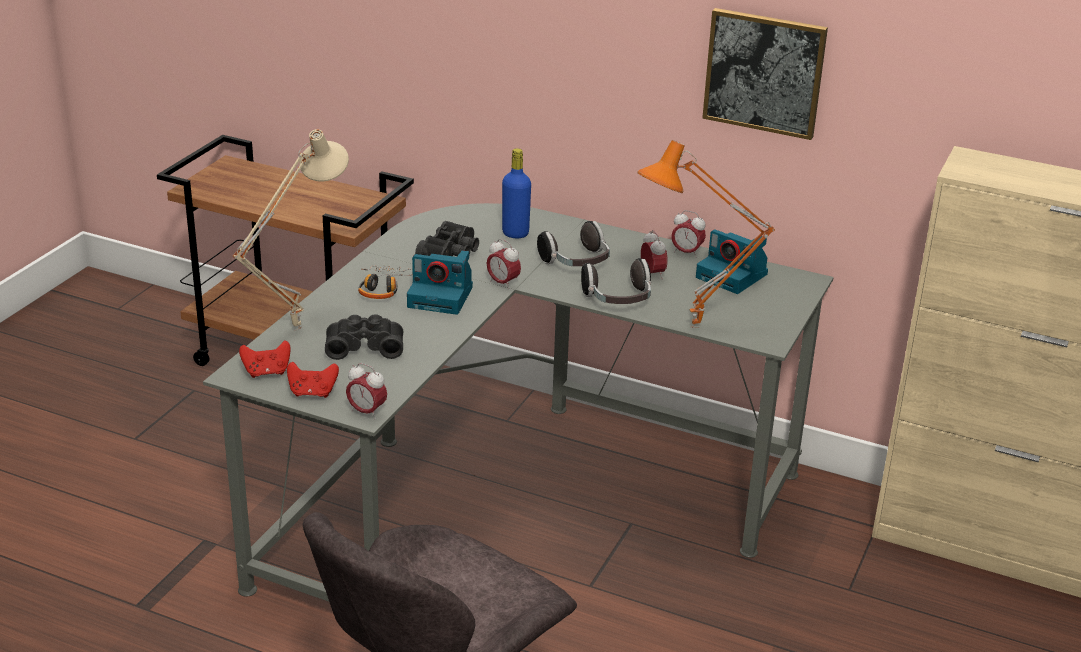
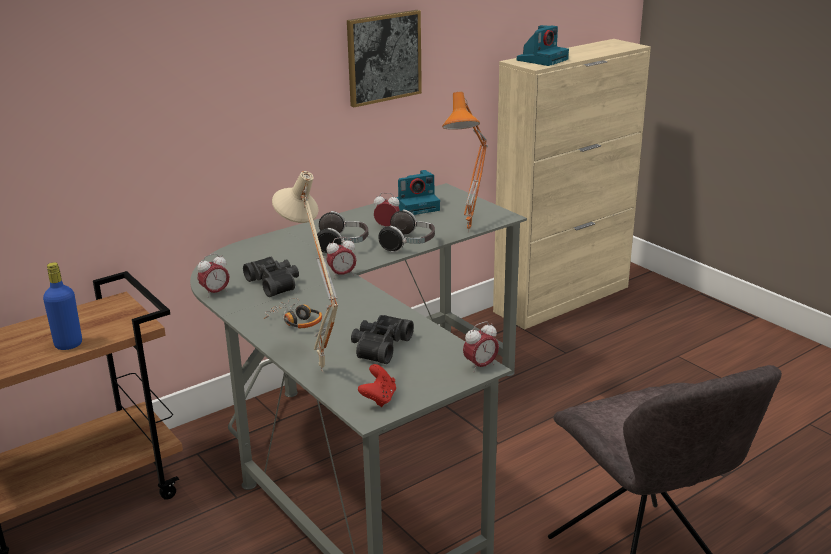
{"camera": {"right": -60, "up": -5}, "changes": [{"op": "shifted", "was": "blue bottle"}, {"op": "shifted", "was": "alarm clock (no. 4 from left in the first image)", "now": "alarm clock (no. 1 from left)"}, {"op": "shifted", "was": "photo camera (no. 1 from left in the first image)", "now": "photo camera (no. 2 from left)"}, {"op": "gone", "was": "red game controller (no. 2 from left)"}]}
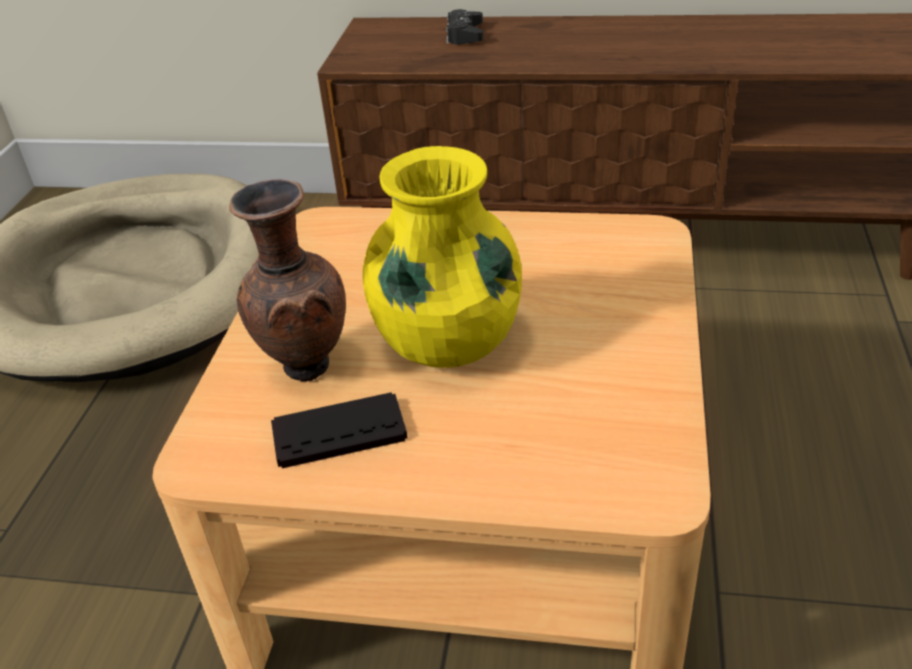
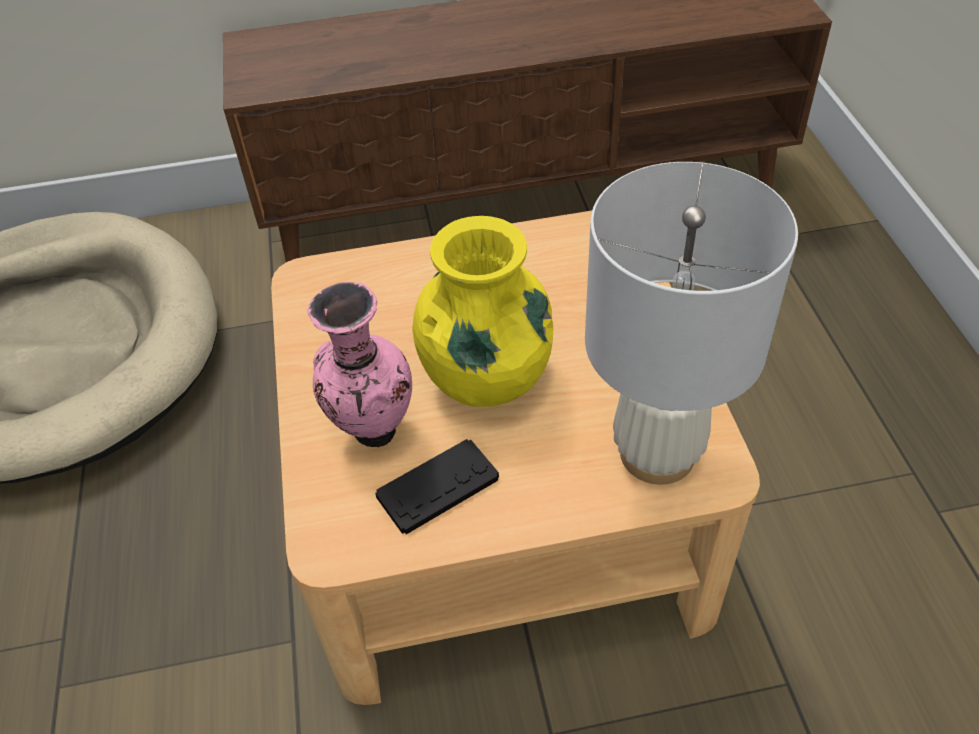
{"camera": {"right": -20, "up": 10}, "changes": [{"op": "repainted", "was": "brown vase", "now": "pink vase"}, {"op": "new", "now": "white table lamp"}, {"op": "gone", "was": "black game controller (no. 2 from left)"}]}
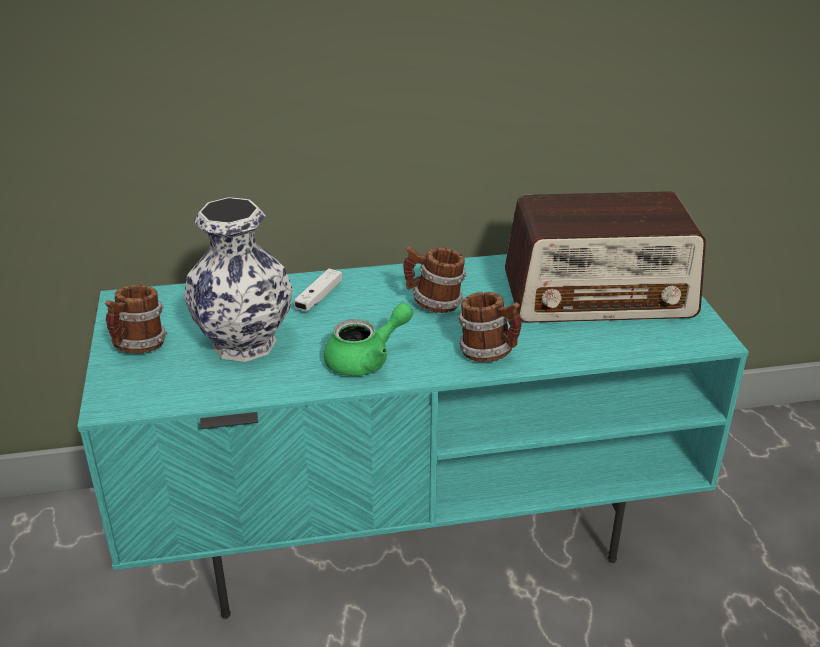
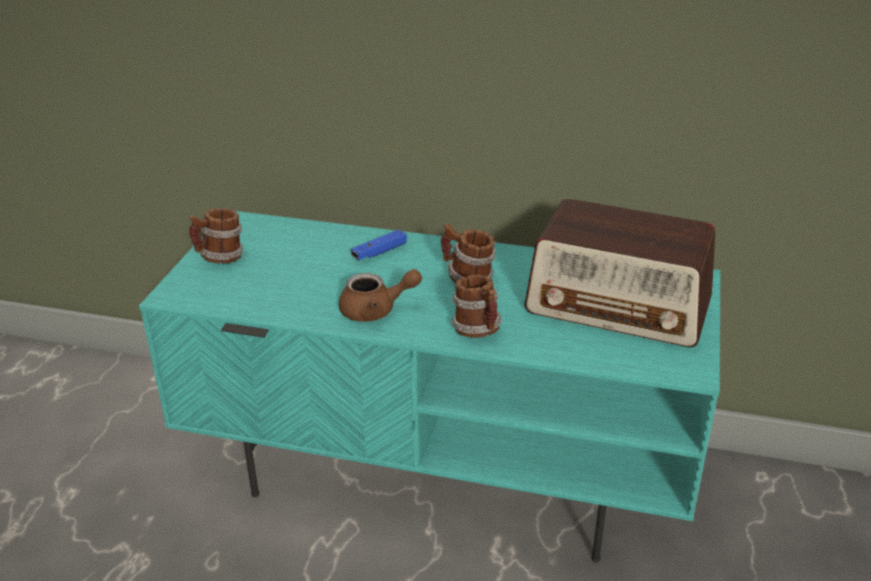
{"camera": {"right": 25, "up": 0}, "changes": [{"op": "repainted", "was": "green teapot", "now": "brown teapot"}, {"op": "repainted", "was": "white game controller", "now": "blue game controller"}, {"op": "gone", "was": "vase"}]}
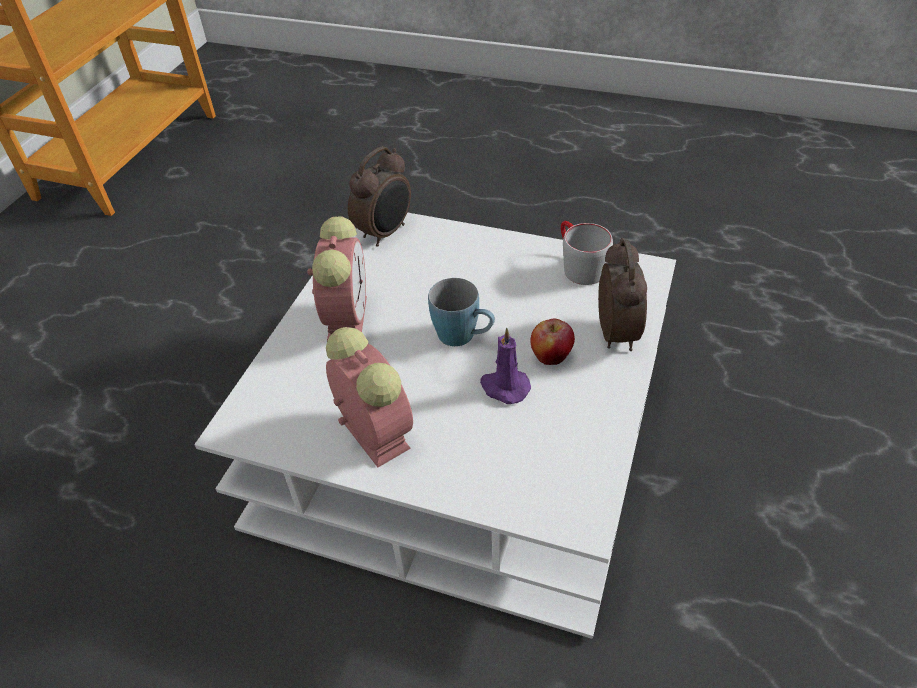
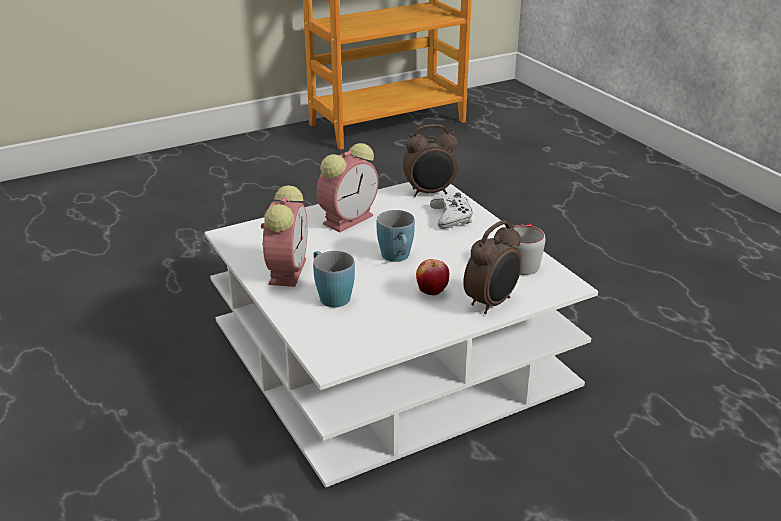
{"camera": {"right": 40, "up": -15}, "changes": [{"op": "new", "now": "blue mug (no. 1 from left)"}, {"op": "new", "now": "white game controller"}, {"op": "gone", "was": "purple candle"}]}
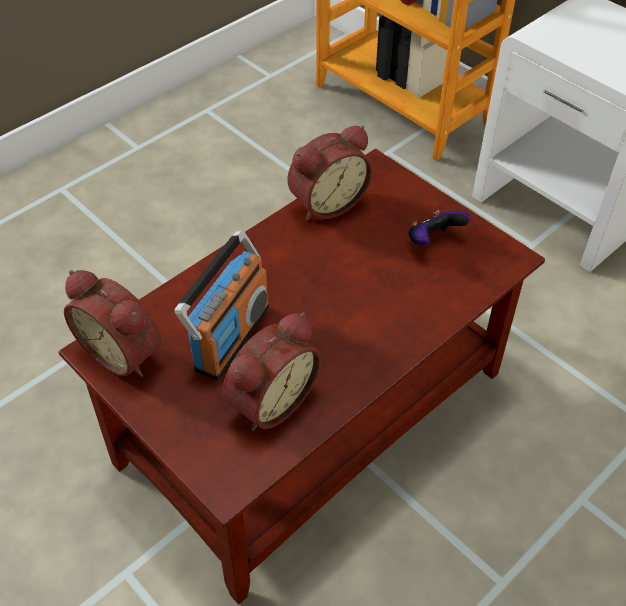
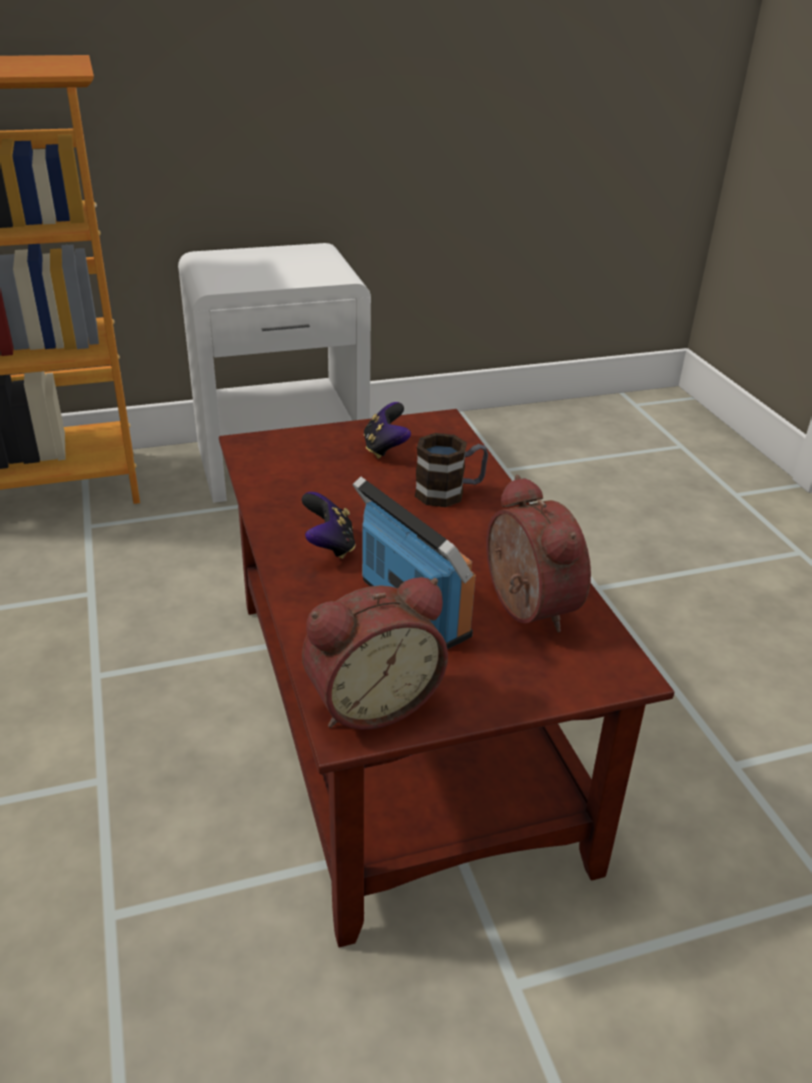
{"camera": {"right": -65, "up": -15}, "changes": [{"op": "new", "now": "game controller (no. 1 from left)"}, {"op": "new", "now": "mug"}, {"op": "gone", "was": "alarm clock (no. 3 from left)"}]}
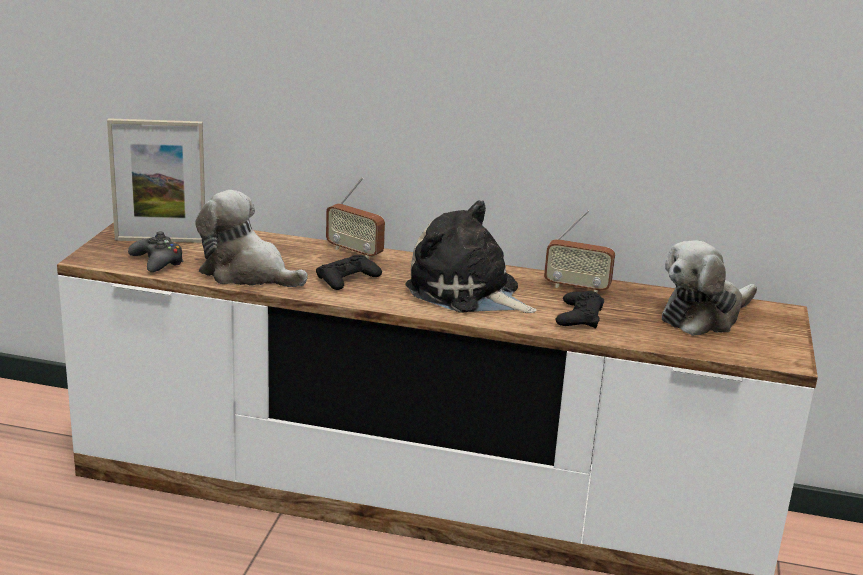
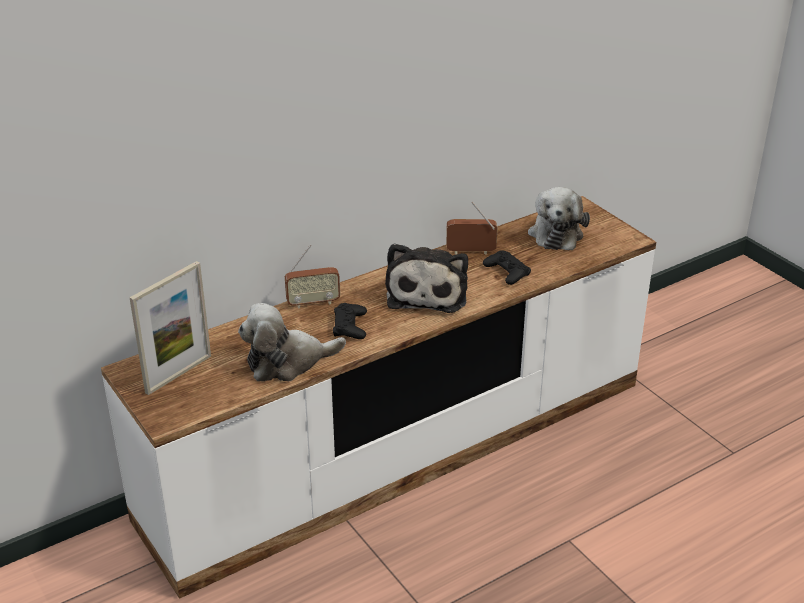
{"camera": {"right": -45, "up": 10}, "changes": [{"op": "rotated", "was": "plush toy (no. 2 from left)", "clockwise": -75}, {"op": "rotated", "was": "radio (no. 2 from left)", "clockwise": -150}, {"op": "gone", "was": "black game controller (no. 1 from left)"}]}
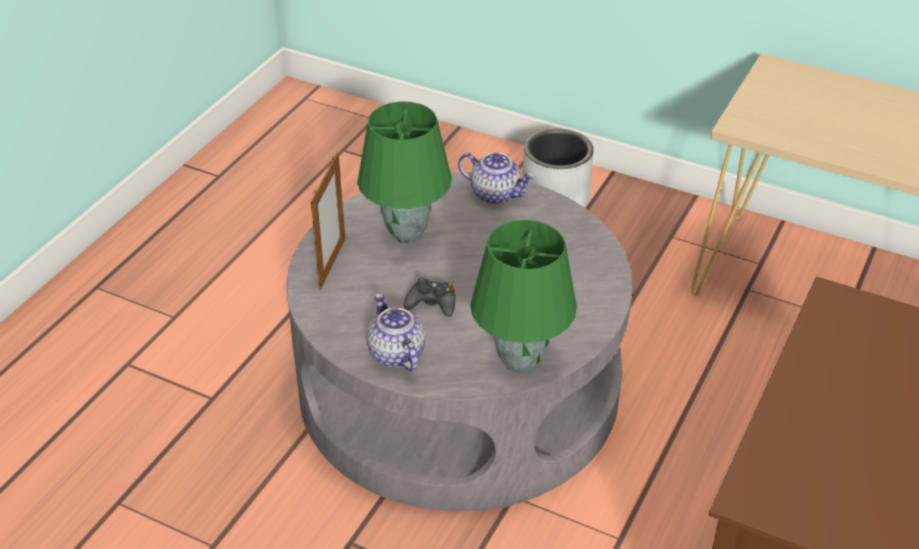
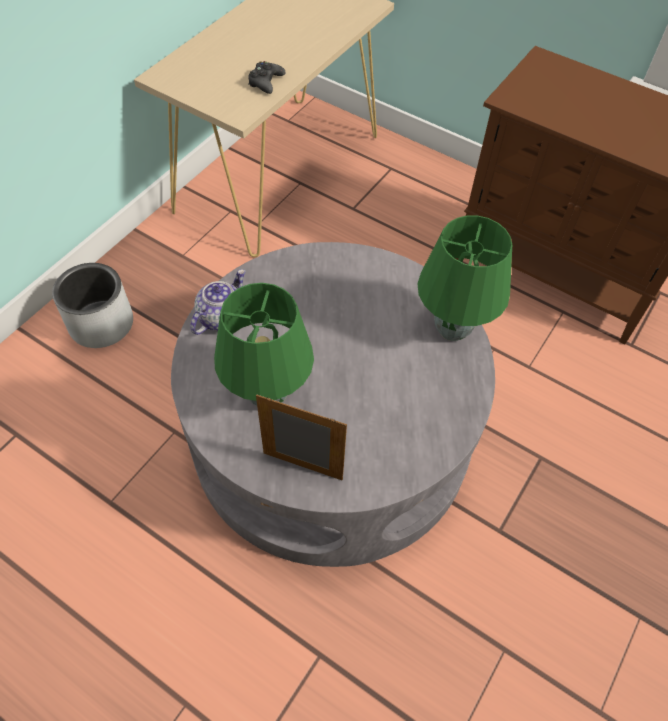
{"camera": {"right": -85, "up": 15}, "changes": [{"op": "shifted", "was": "black game controller"}, {"op": "gone", "was": "teapot (no. 1 from left)"}]}
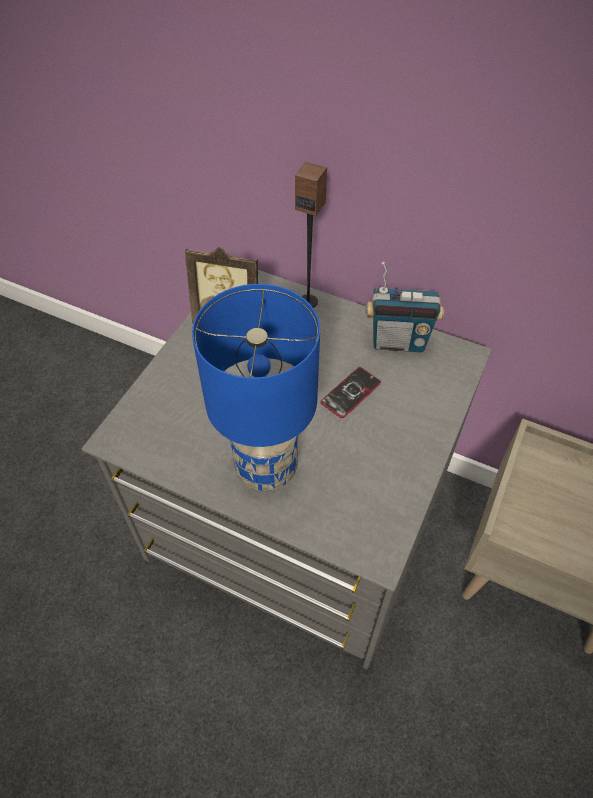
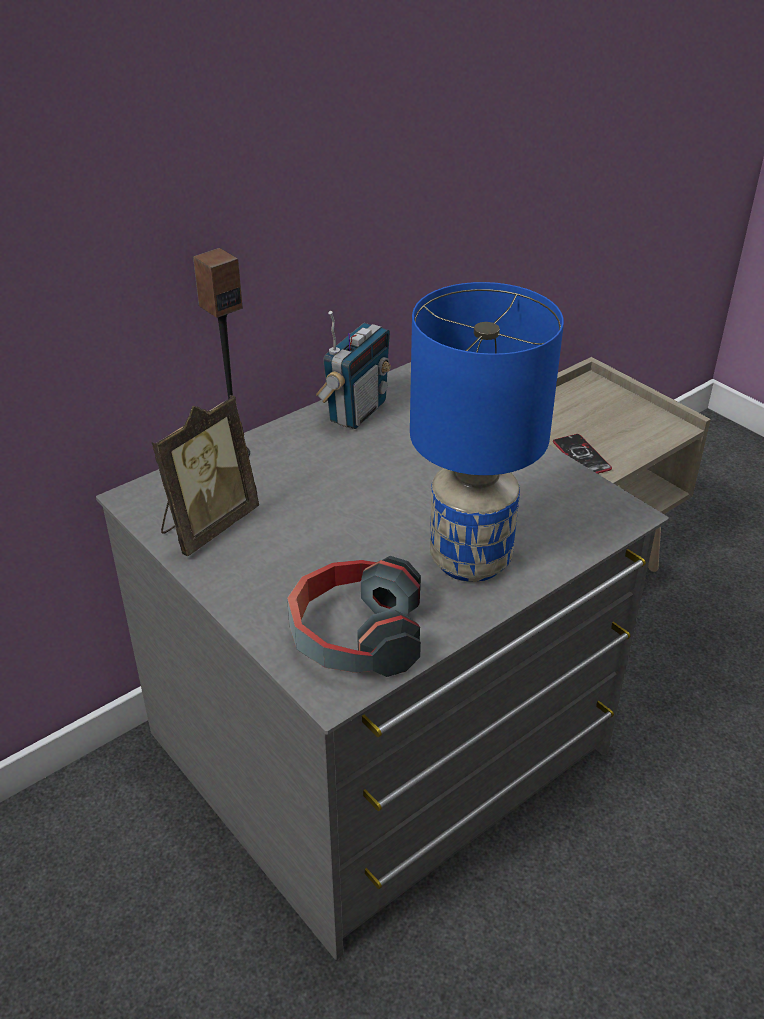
{"camera": {"right": -65, "up": -15}, "changes": [{"op": "new", "now": "headphones"}, {"op": "shifted", "was": "phone"}]}
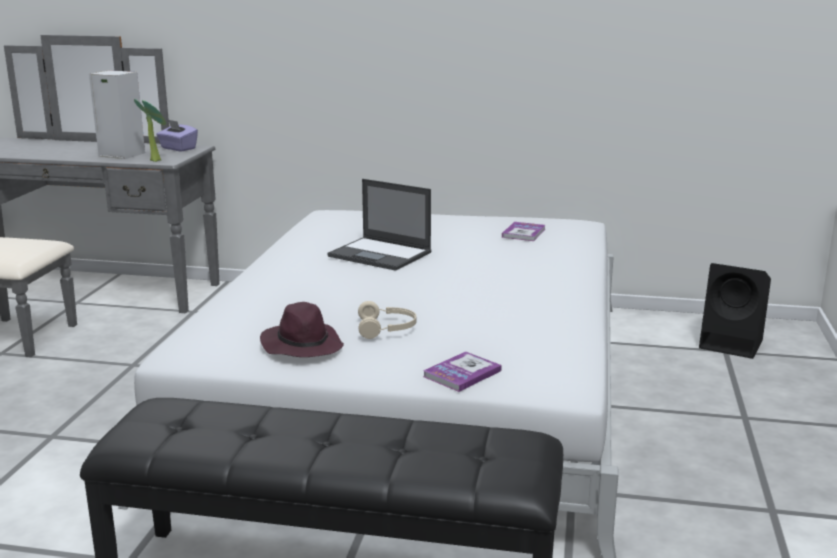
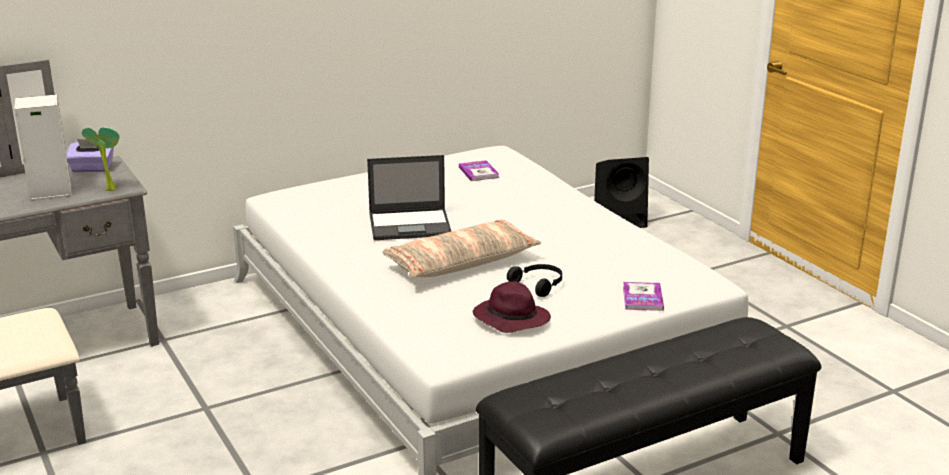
{"camera": {"right": -40, "up": 5}, "changes": [{"op": "new", "now": "pillow"}, {"op": "repainted", "was": "beige headphones", "now": "black headphones"}]}
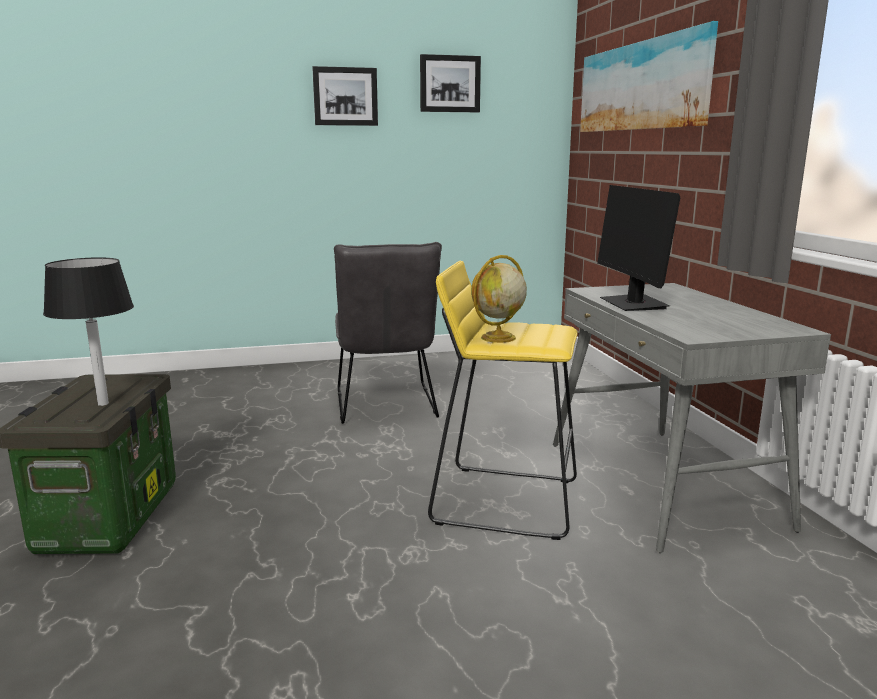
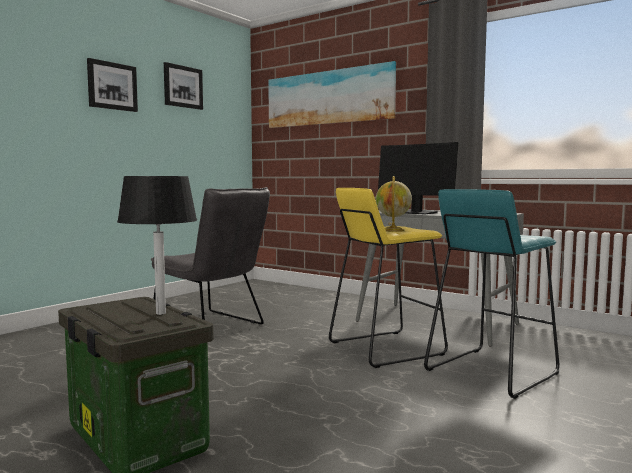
{"camera": {"right": -40, "up": -10}, "changes": [{"op": "new", "now": "turquoise stool"}]}
